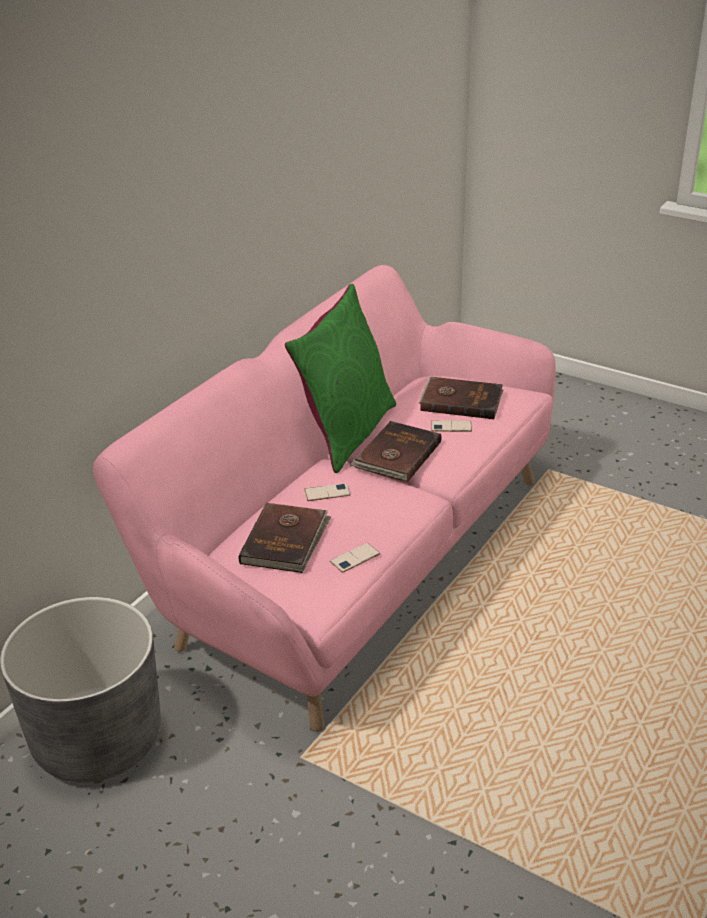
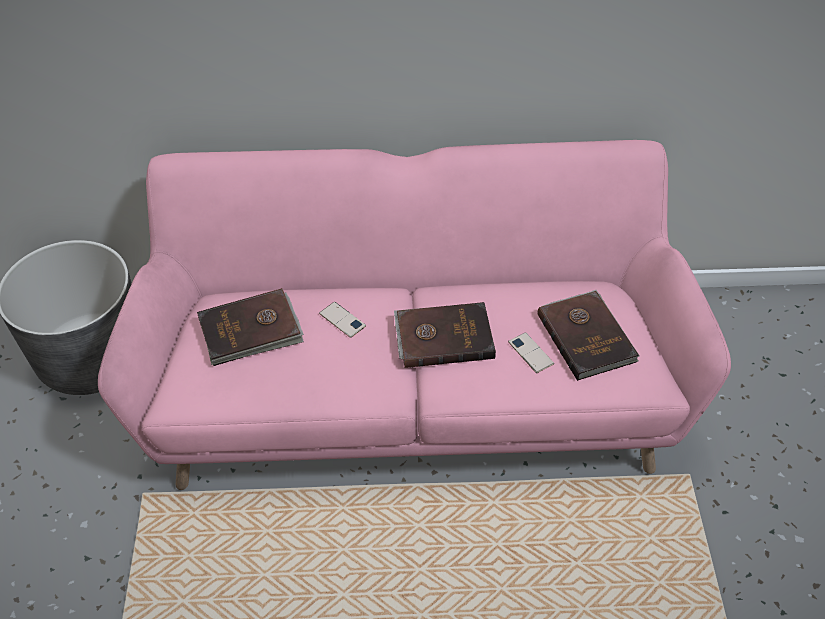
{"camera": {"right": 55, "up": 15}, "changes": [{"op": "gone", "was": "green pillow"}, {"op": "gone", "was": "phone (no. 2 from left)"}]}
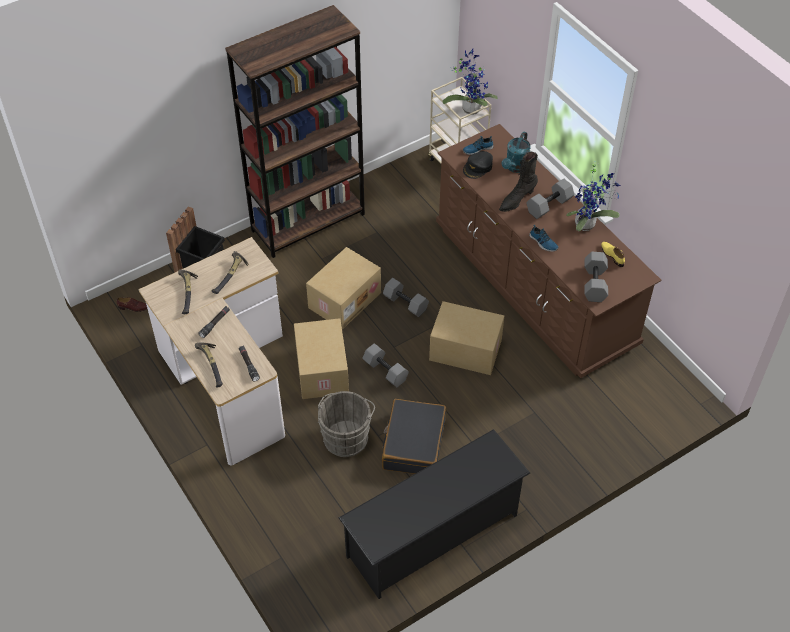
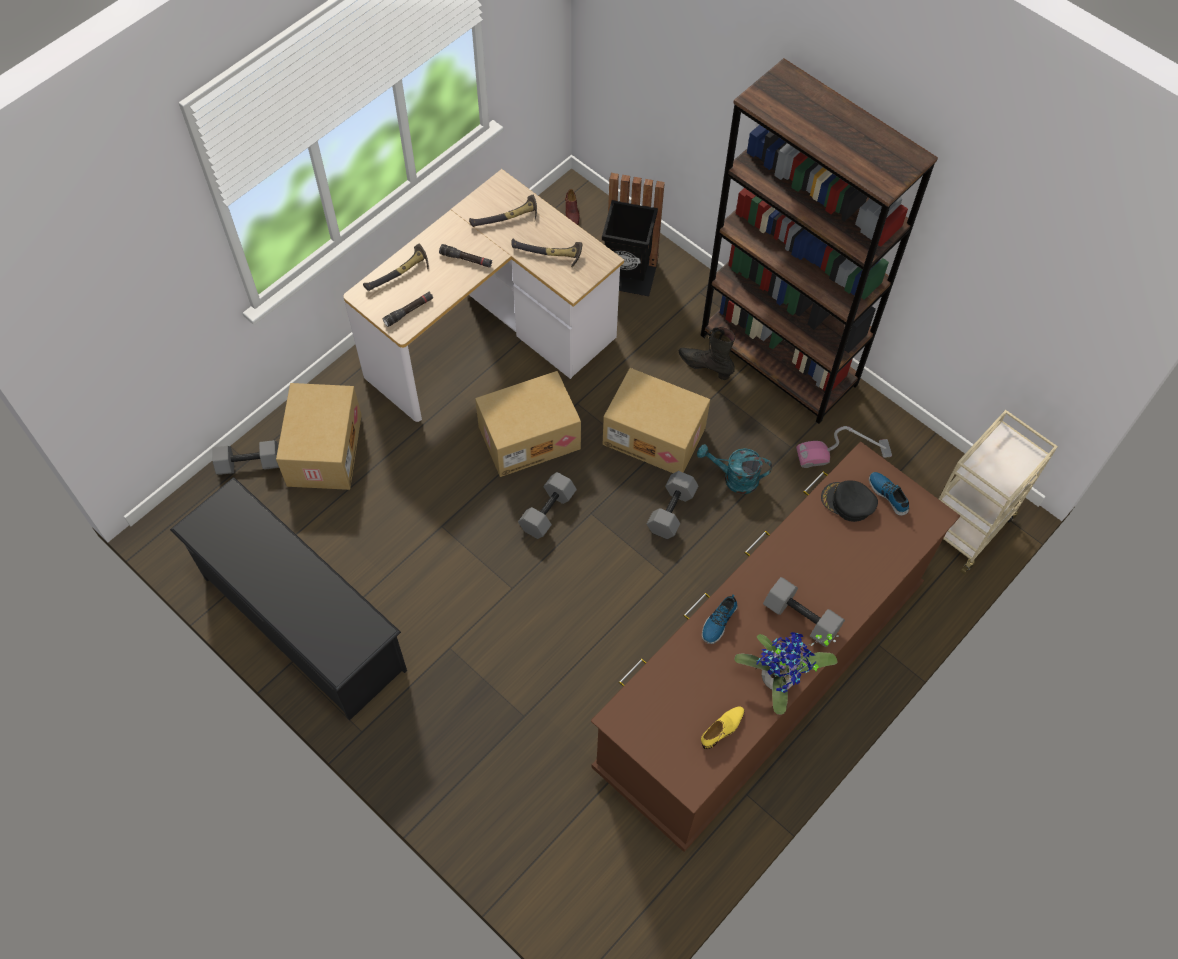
{"camera": {"right": 75, "up": 10}, "changes": [{"op": "shifted", "was": "grey dumbbell (no. 4 from left in the first image)", "now": "grey dumbbell (no. 1 from left)"}, {"op": "shifted", "was": "cardboard box (no. 3 from left in the first image)", "now": "cardboard box (no. 1 from left)"}, {"op": "shifted", "was": "black boot"}, {"op": "shifted", "was": "turquoise watering can"}, {"op": "new", "now": "vacuum cleaner"}, {"op": "gone", "was": "grey bucket"}, {"op": "gone", "was": "black suitcase"}, {"op": "gone", "was": "potted plant (no. 1 from left)"}]}
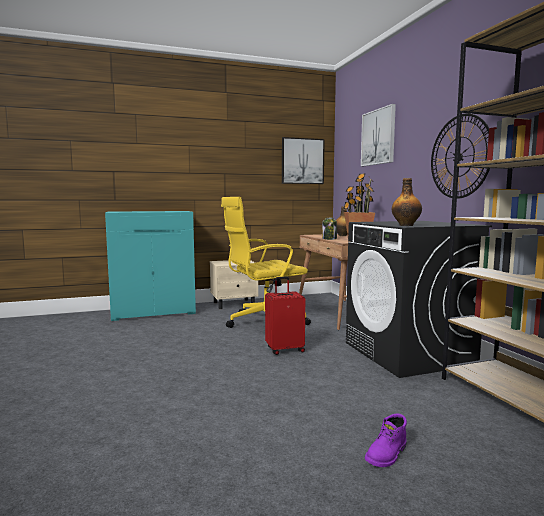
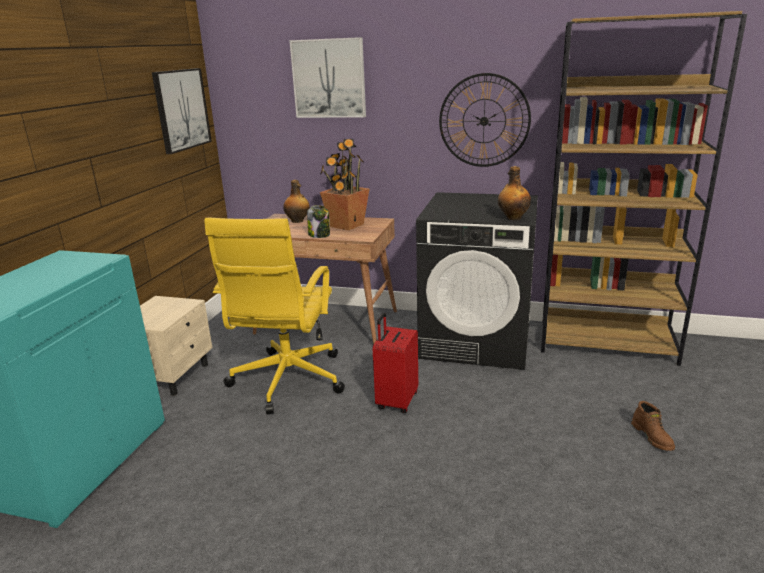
{"camera": {"right": -55, "up": 15}, "changes": [{"op": "repainted", "was": "purple boot", "now": "brown boot"}]}
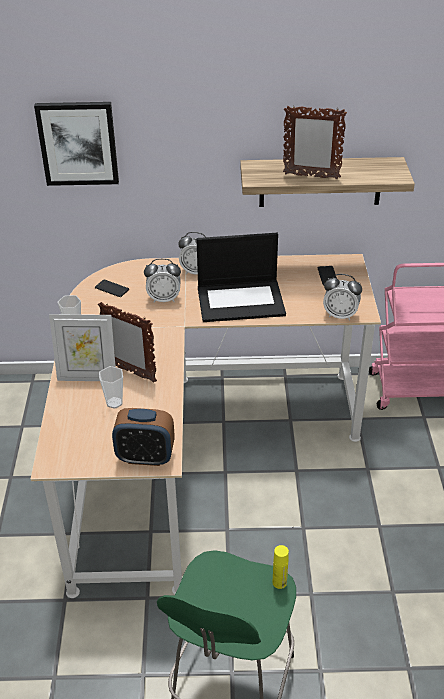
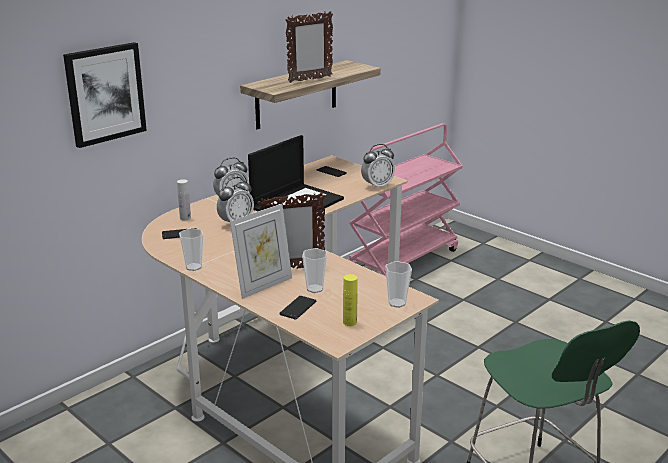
{"camera": {"right": -45, "up": -15}, "changes": [{"op": "new", "now": "white bottle"}, {"op": "new", "now": "phone (no. 2 from left)"}, {"op": "shifted", "was": "yellow bottle"}, {"op": "swapped", "was": "alarm clock (no. 1 from left)", "now": "cup (no. 3 from left)"}]}
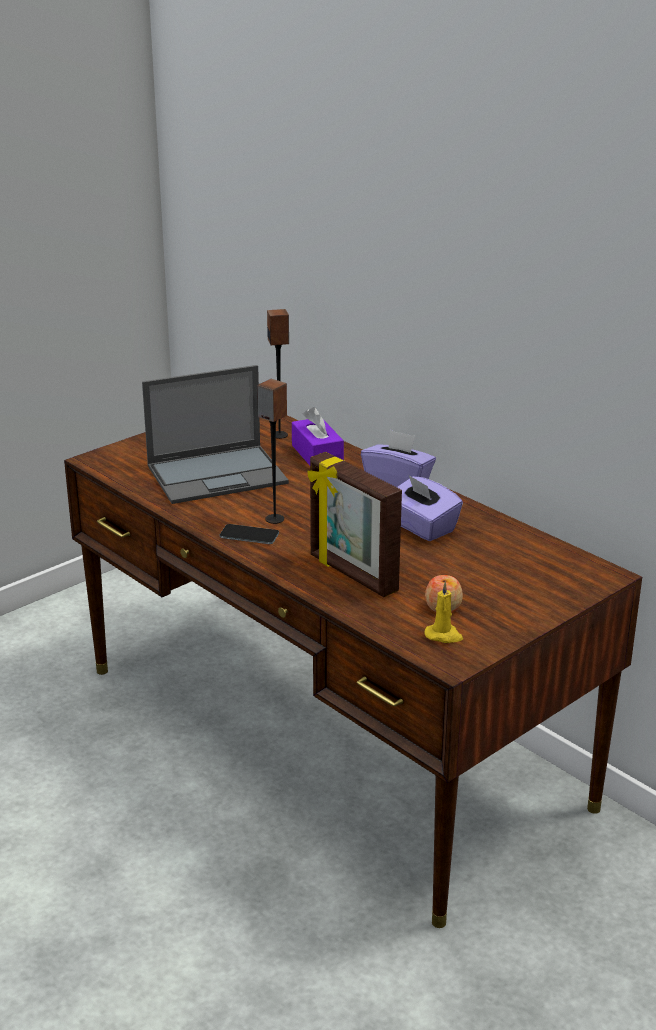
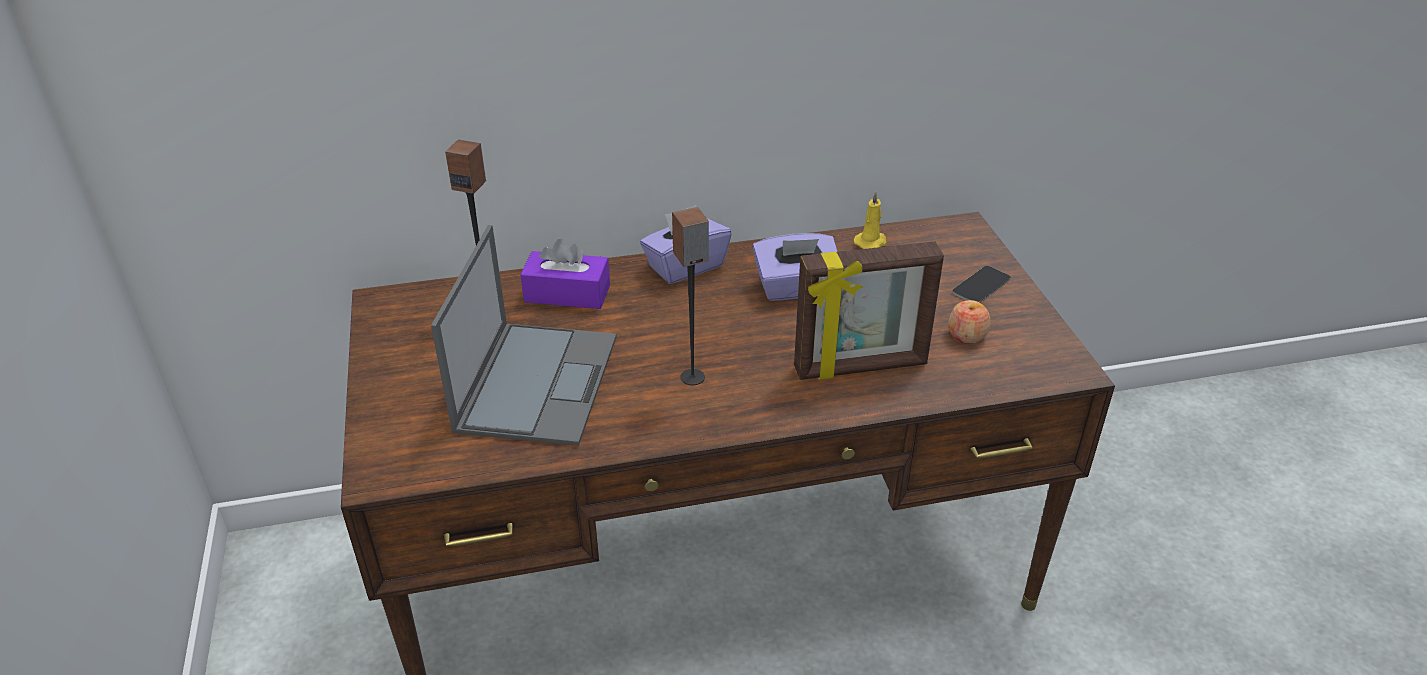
{"camera": {"right": -60, "up": 10}, "changes": [{"op": "shifted", "was": "yellow candle"}, {"op": "shifted", "was": "phone"}]}
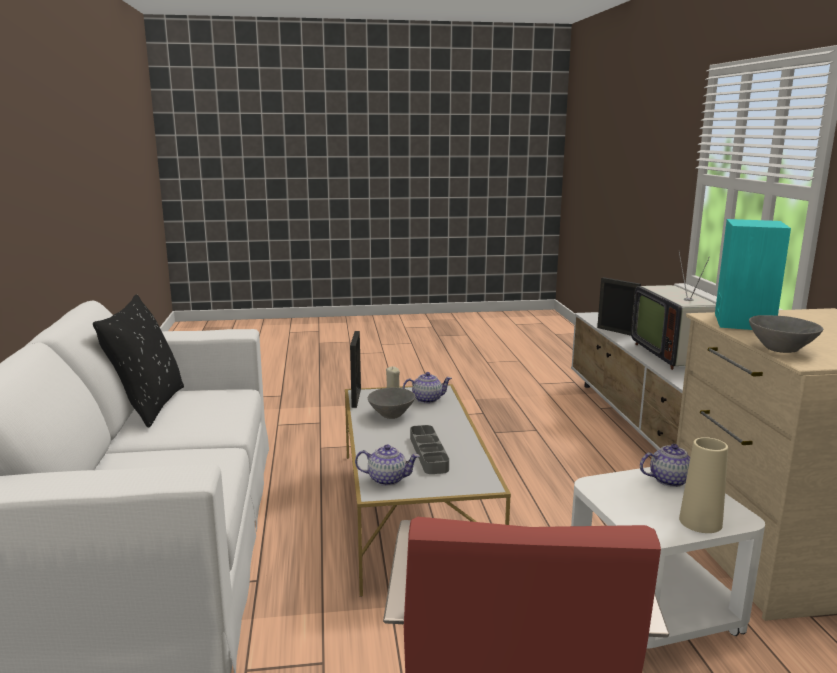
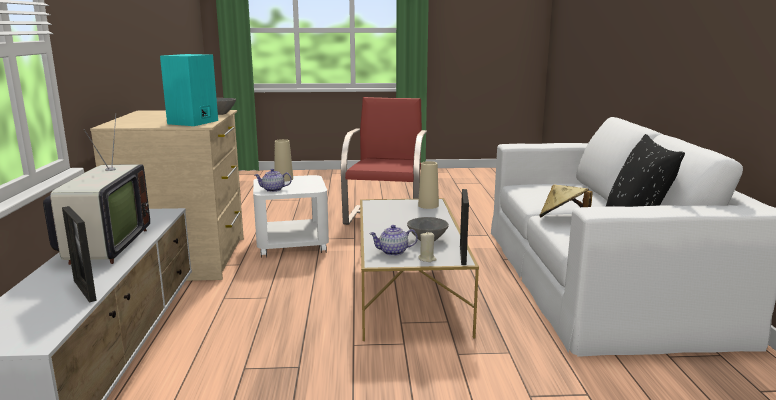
{"camera": {"right": -175, "up": 0}, "changes": [{"op": "swapped", "was": "teapot (no. 1 from left)", "now": "beige vase (no. 2 from left)"}, {"op": "new", "now": "beige hat"}, {"op": "gone", "was": "grey tray"}]}
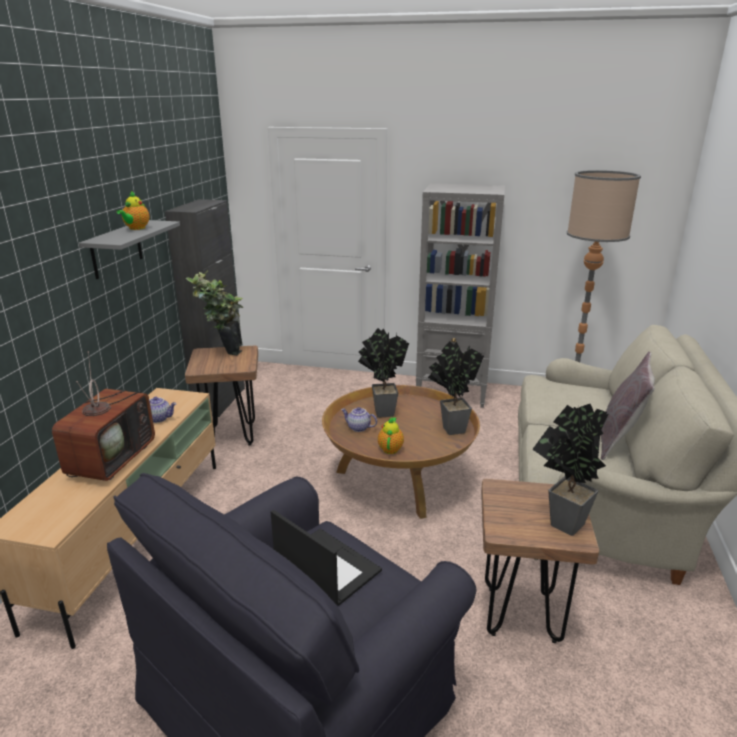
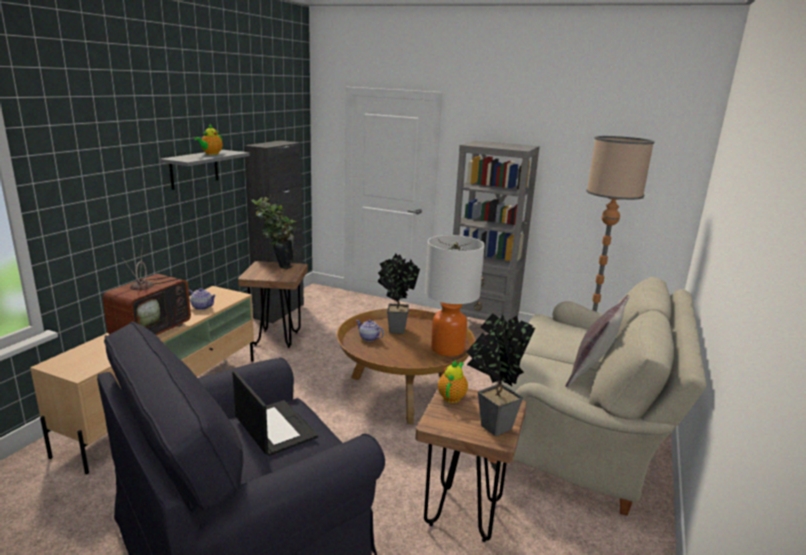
{"camera": {"right": 10, "up": -5}, "changes": [{"op": "swapped", "was": "potted plant (no. 3 from left)", "now": "table lamp"}, {"op": "shifted", "was": "teapot (no. 4 from left)"}]}
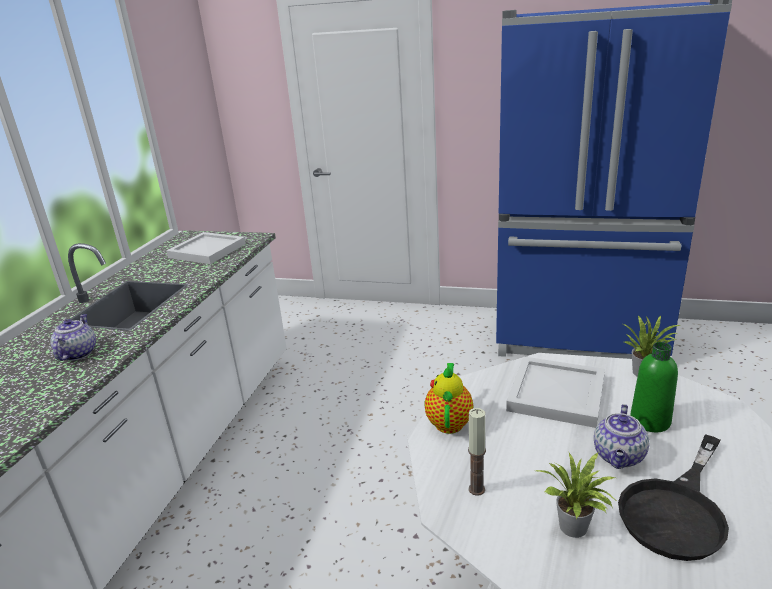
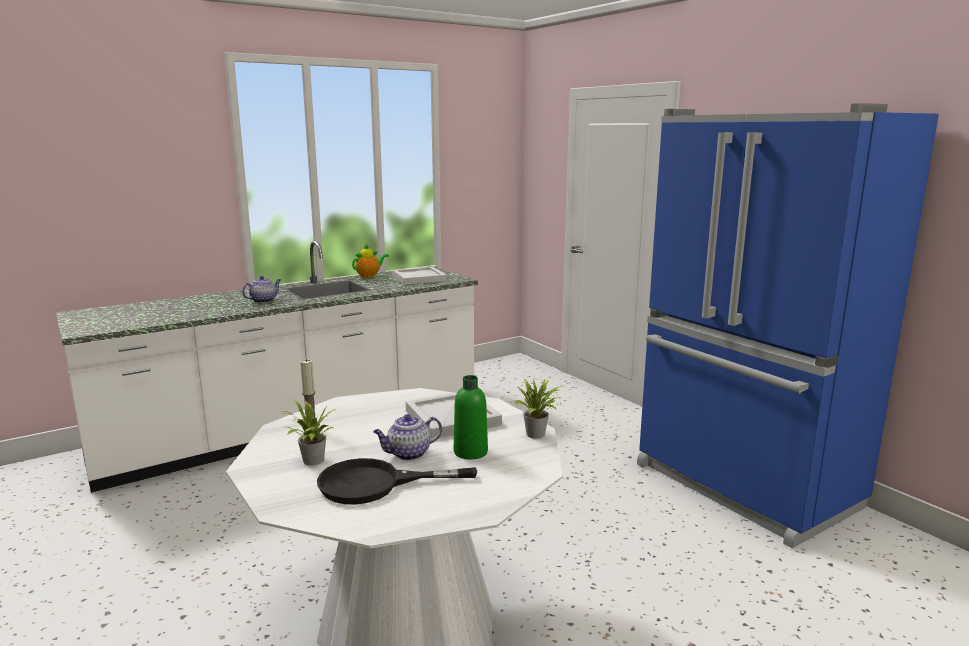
{"camera": {"right": 40, "up": -10}, "changes": [{"op": "shifted", "was": "teapot (no. 2 from left)"}]}
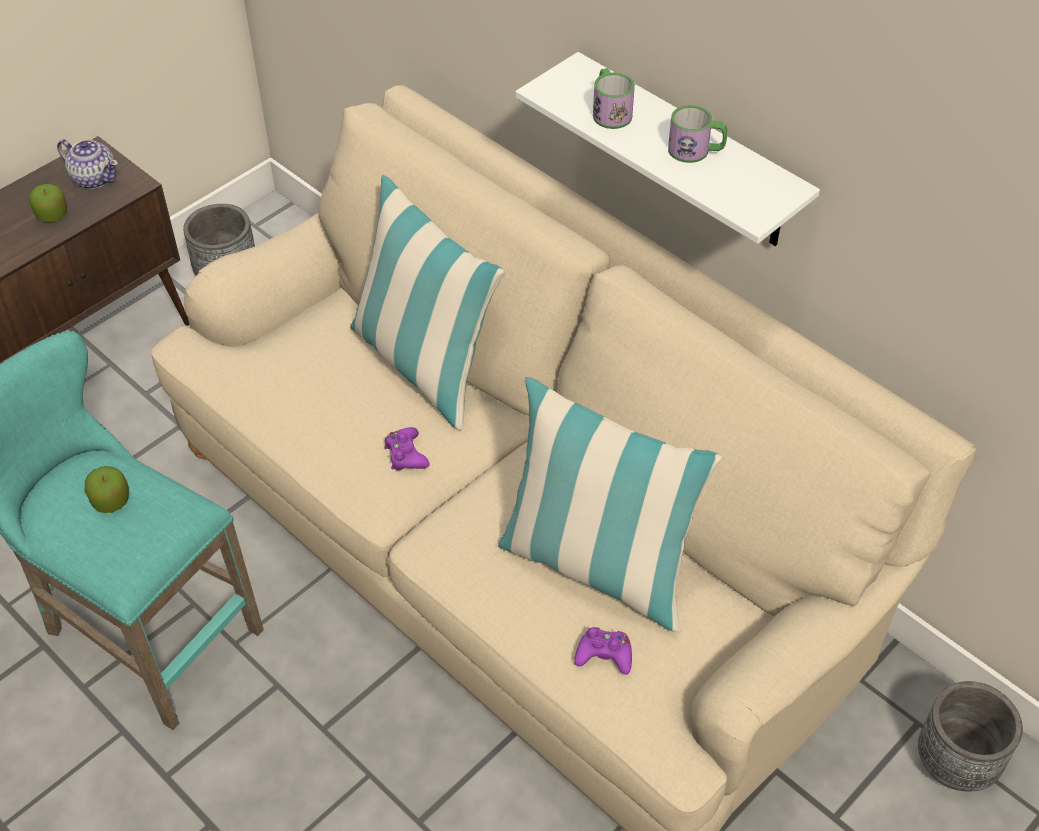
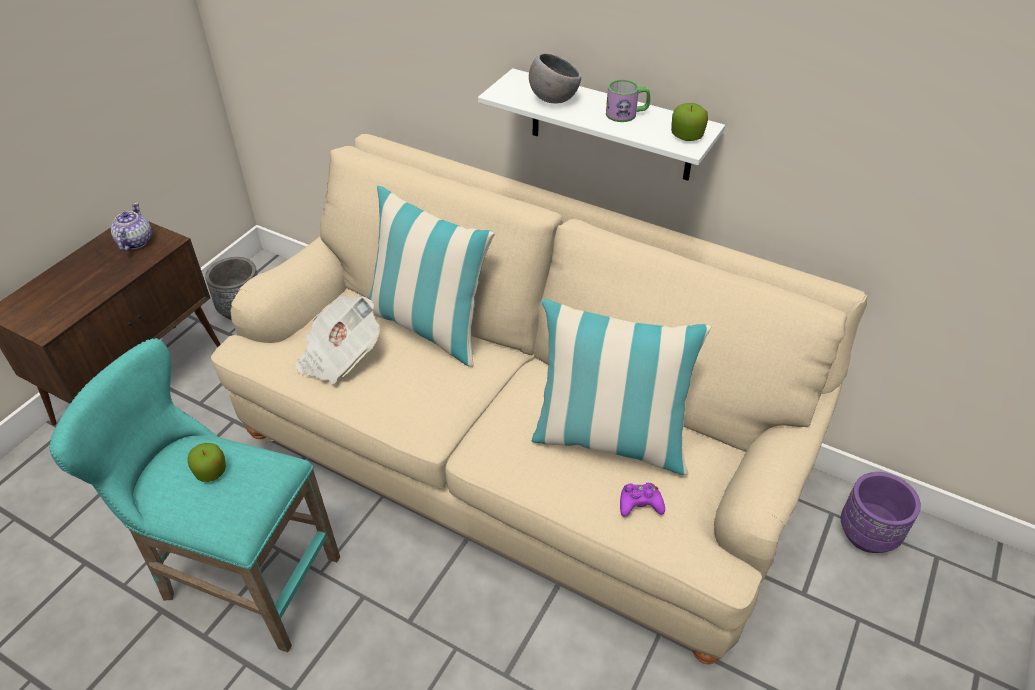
{"camera": {"right": -15, "up": -5}, "changes": [{"op": "rotated", "was": "teapot", "clockwise": -105}, {"op": "new", "now": "newspaper"}, {"op": "swapped", "was": "mug (no. 1 from left)", "now": "grey bowl"}, {"op": "shifted", "was": "apple (no. 1 from left in the first image)", "now": "apple (no. 2 from left)"}, {"op": "repainted", "was": "grey planter (no. 2 from left)", "now": "purple planter"}, {"op": "gone", "was": "purple game controller (no. 1 from left)"}]}
